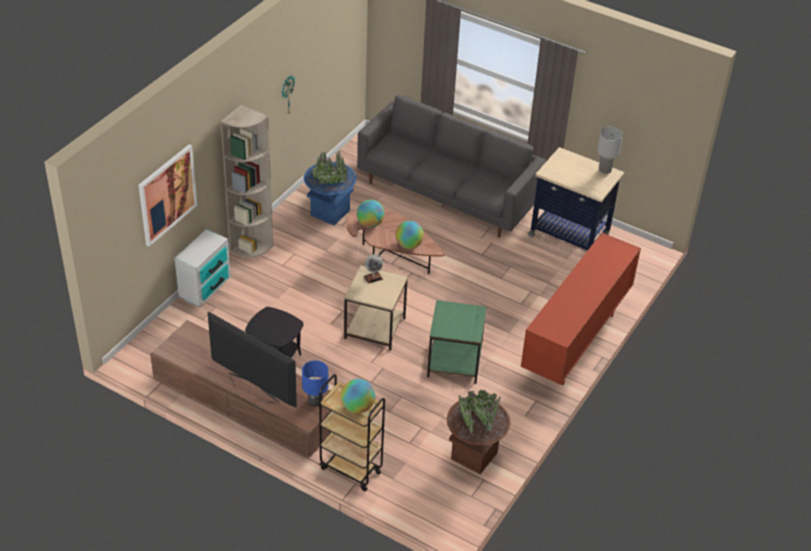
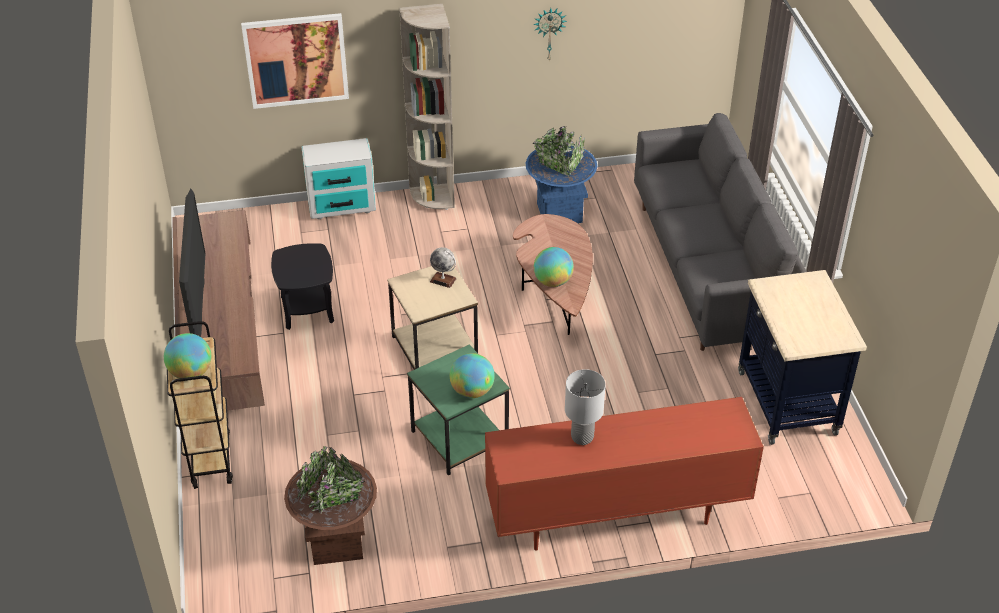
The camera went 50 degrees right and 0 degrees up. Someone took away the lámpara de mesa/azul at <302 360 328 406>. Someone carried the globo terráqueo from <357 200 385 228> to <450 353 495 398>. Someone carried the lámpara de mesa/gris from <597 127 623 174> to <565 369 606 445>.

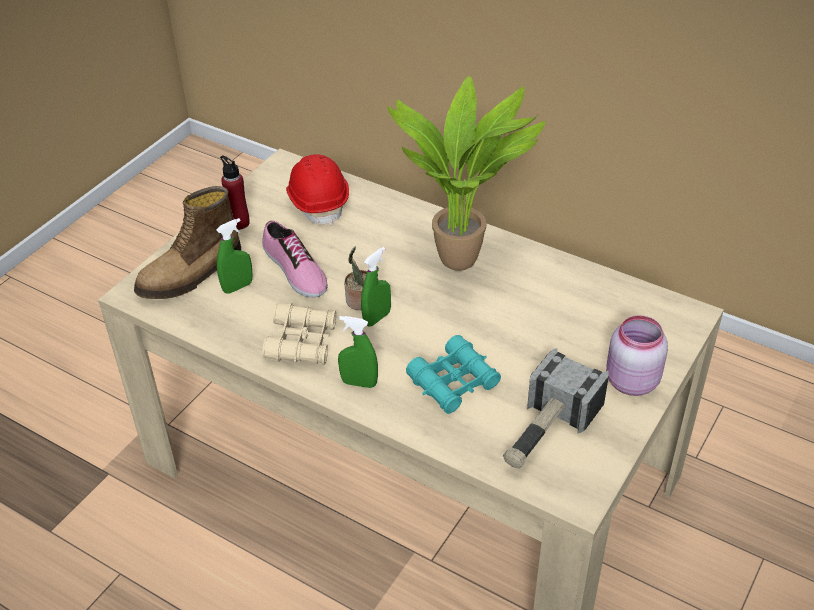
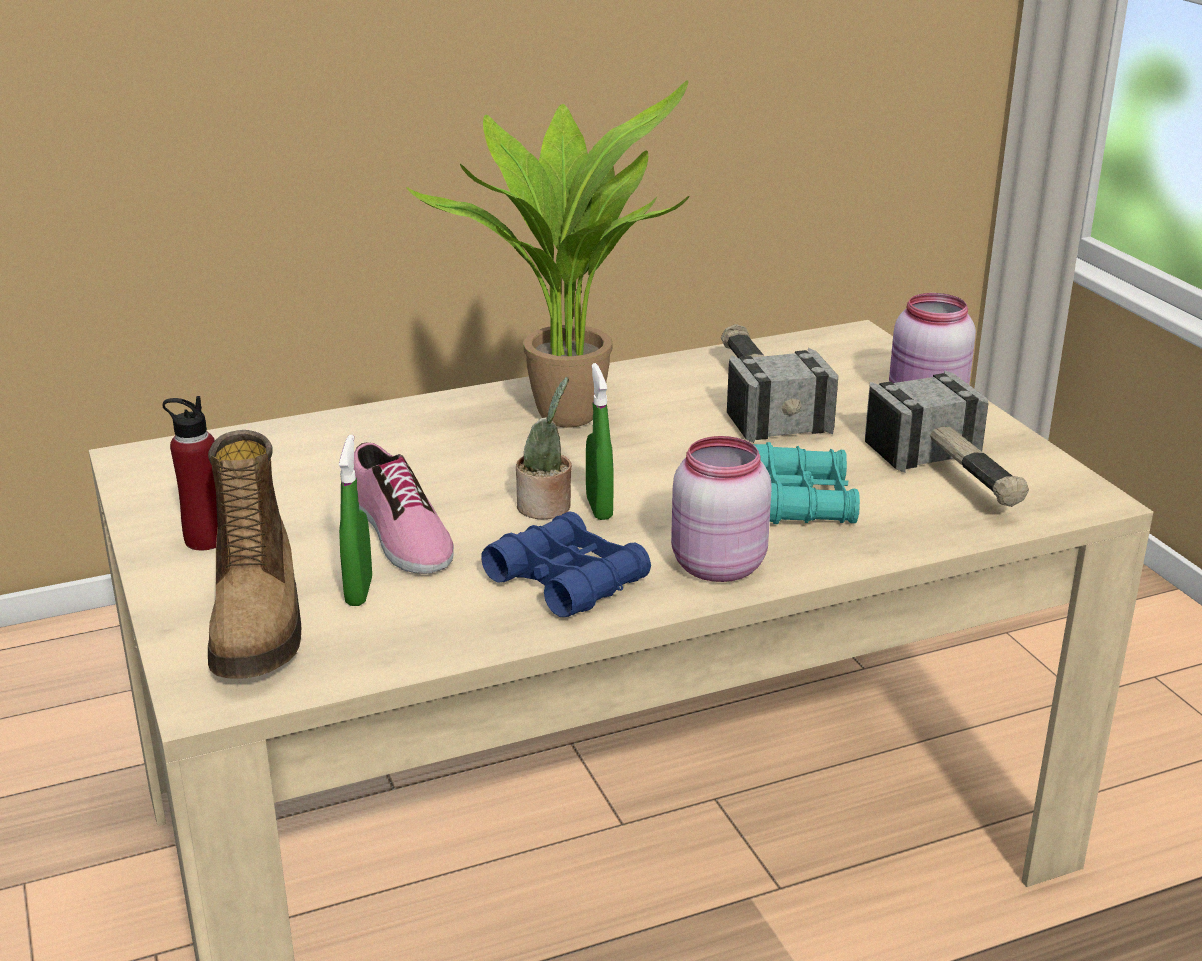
The camera went 55 degrees left and 15 degrees down. Someone took away the casco/rojo at <286 154 349 226>. Someone put down the martillo at <721 324 838 443>. Someone swapped the pulverizador/verde at <338 316 378 388> for the tarro/rosa at <671 436 771 582>. Someone repainted the prismáticos/beis at <262 303 336 365>, which became the prismáticos/azul at <482 511 651 617>. Someone rotated the zapato at <262 221 328 298> by 60 degrees clockwise.

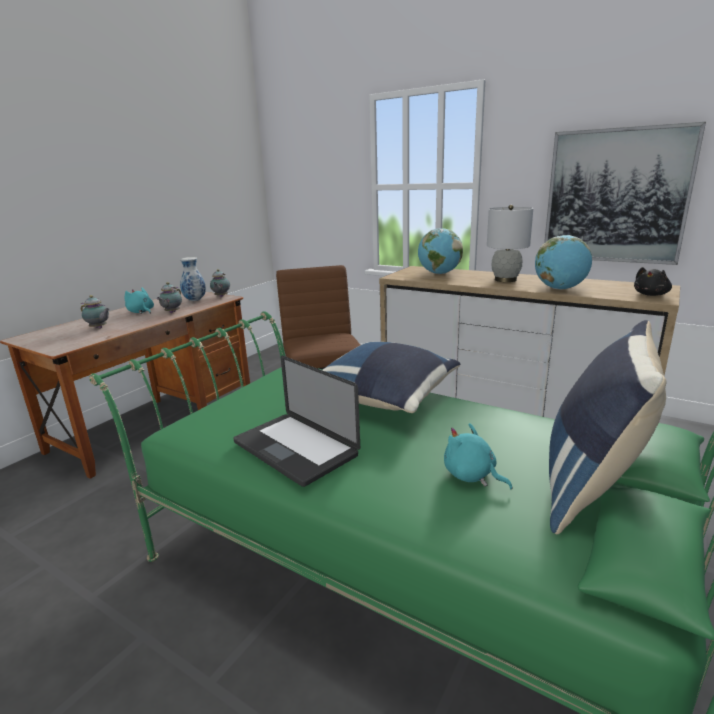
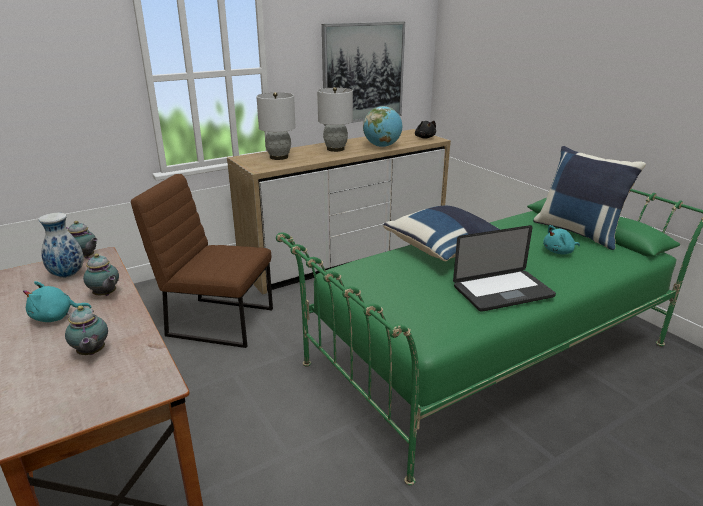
The camera went 65 degrees left and 5 degrees up. Someone swapped the globo terráqueo at <418 228 463 274> for the lámpara de mesa/blanco at <256 92 296 160>. Someone rotated the tetera at <81 295 110 328> by 105 degrees clockwise.

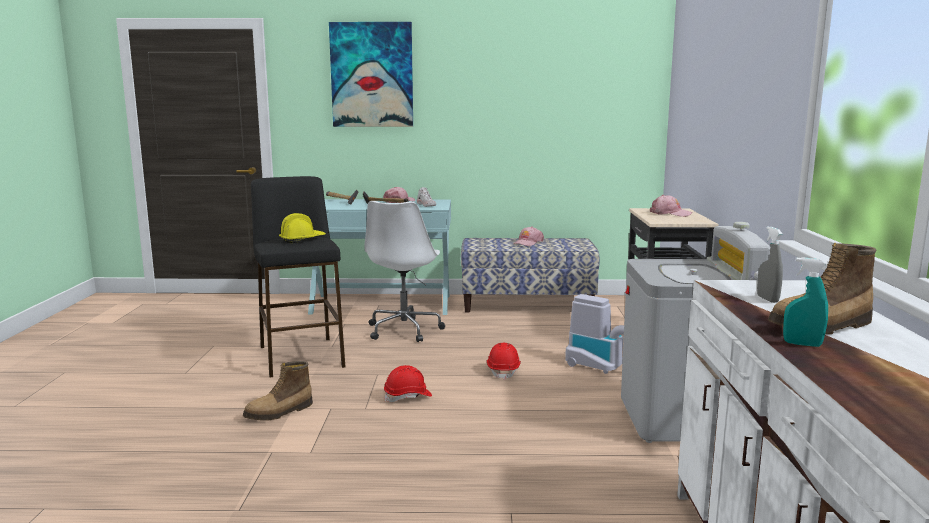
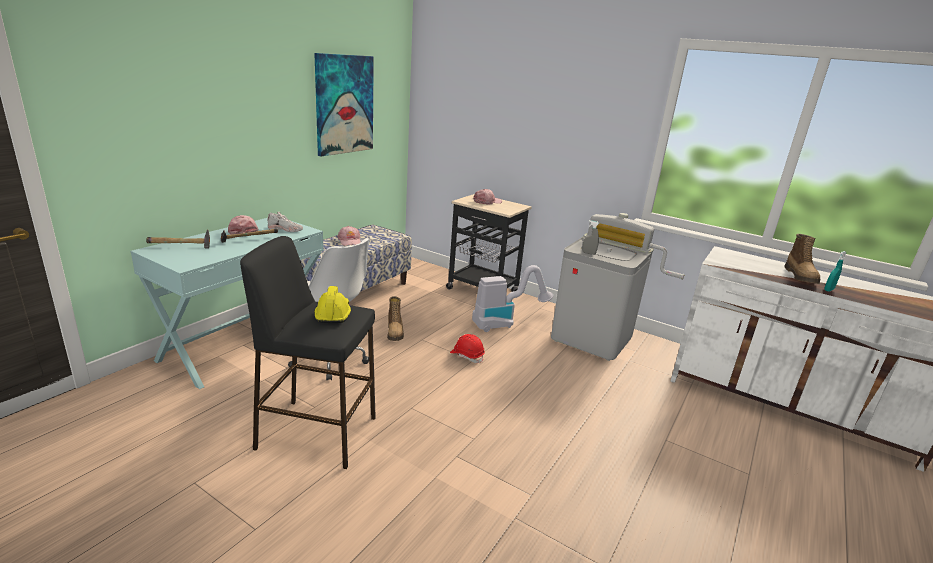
The camera went 60 degrees left and 10 degrees up. Someone took away the casco/rojo at <384 365 432 402>. Someone carried the bota from <243 361 313 421> to <387 296 404 341>. Someone carried the cuadro from <329 22 413 127> to <314 53 374 157>. Someone carried the pulverizador/gris from <757 226 783 303> to <582 220 599 255>.

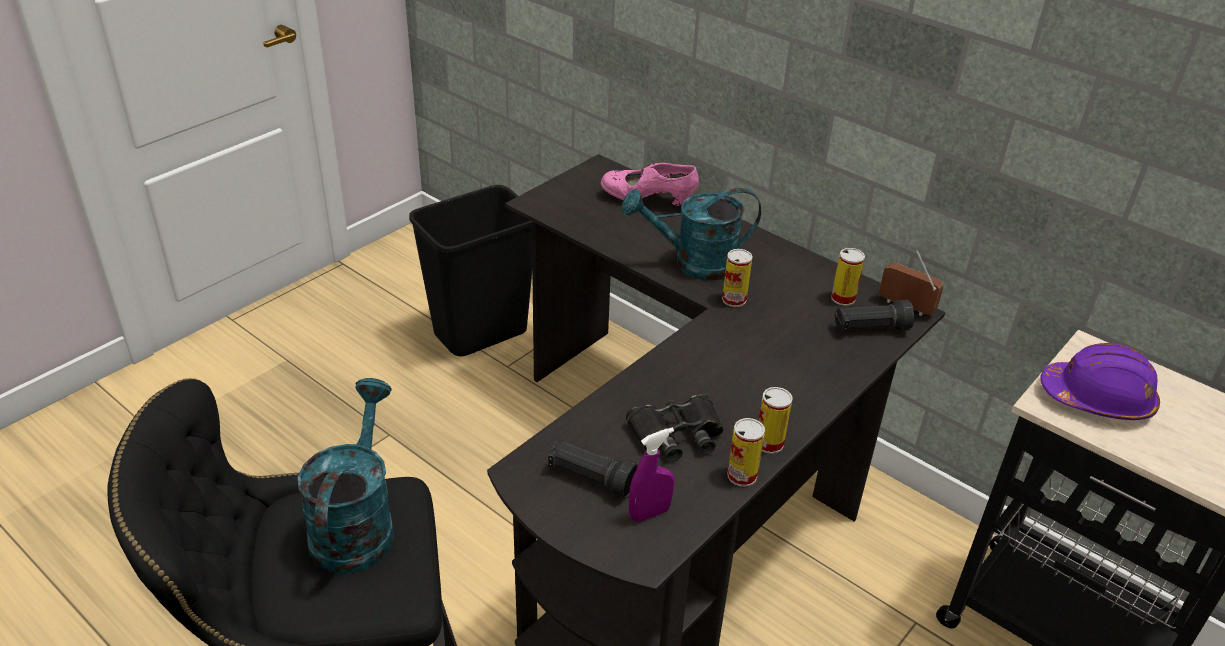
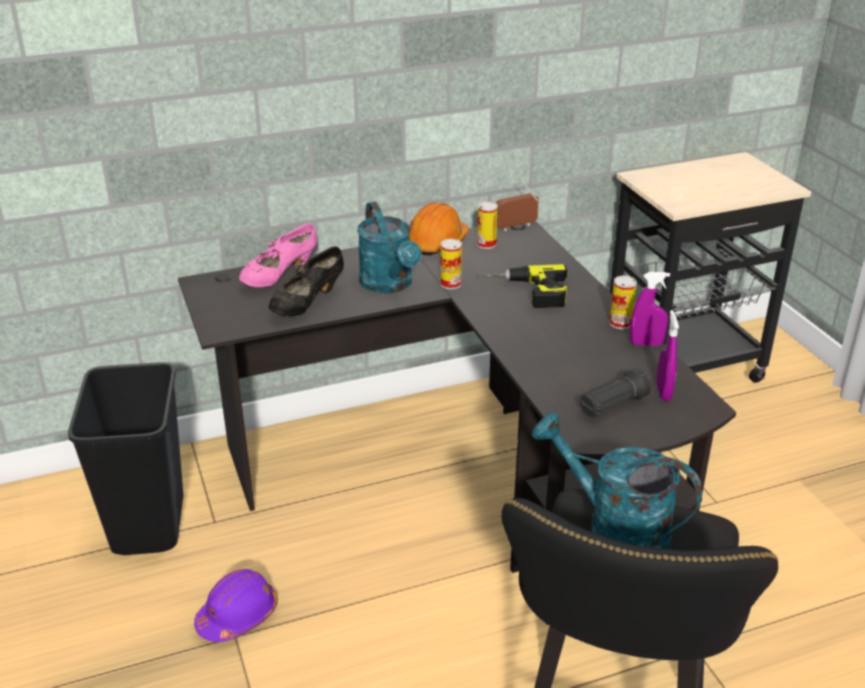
The camera went 60 degrees left and 5 degrees down. Someone took away the prismáticos/negro at <625 394 724 462>. Someone took away the linterna/negro at <835 300 914 332>. Someone put down the zapato/negro at <269 247 344 317>. Someone put down the casco/naranja at <409 203 469 256>. Someone put down the taladro at <477 264 568 308>. Someone carried the casco/morado from <1040 343 1160 420> to <194 569 278 642>. Someone swapped the lata at <727 418 765 487> for the pulverizador/morado at <630 272 670 346>. Someone rotated the regadera/turquesa at <622 188 761 281> by 45 degrees counterclockwise.

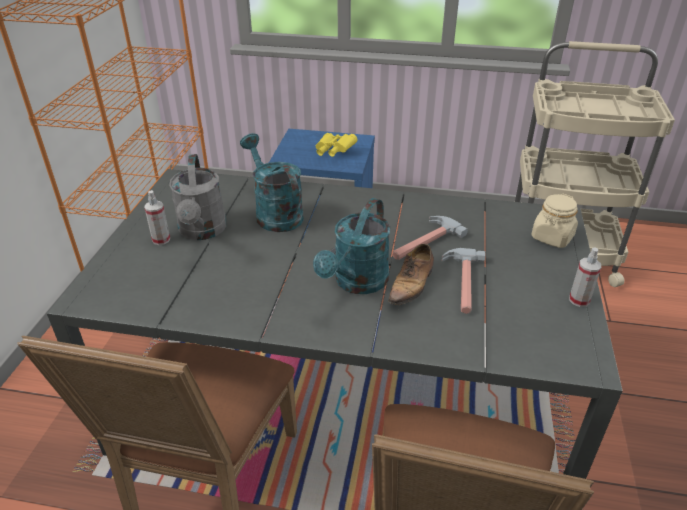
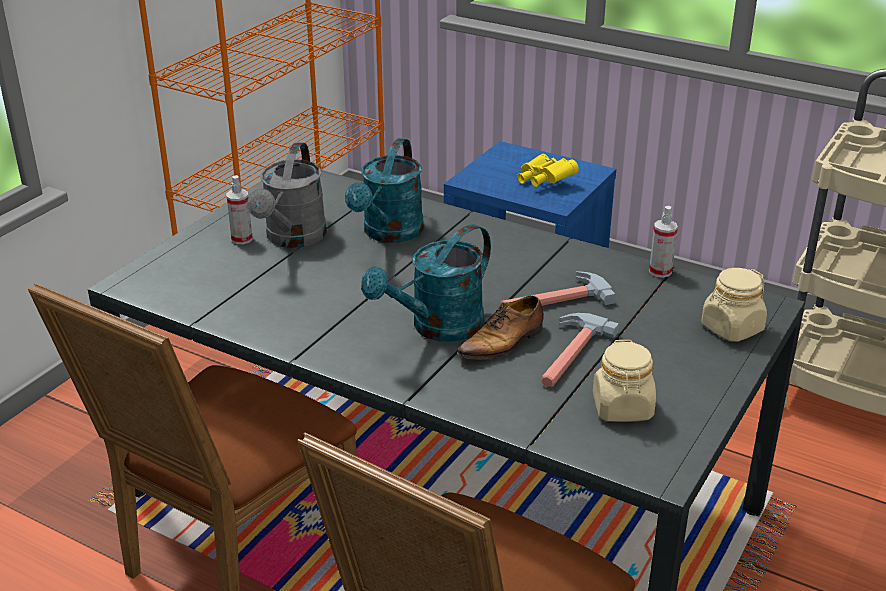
The camera went 20 degrees right and 5 degrees down. Someone put down the tarro/beis at <593 340 656 422>. Someone carried the pulverizador from <569 247 601 307> to <649 206 678 278>. Someone rotated the regadera/turquesa at <240 133 304 232> by 150 degrees counterclockwise.

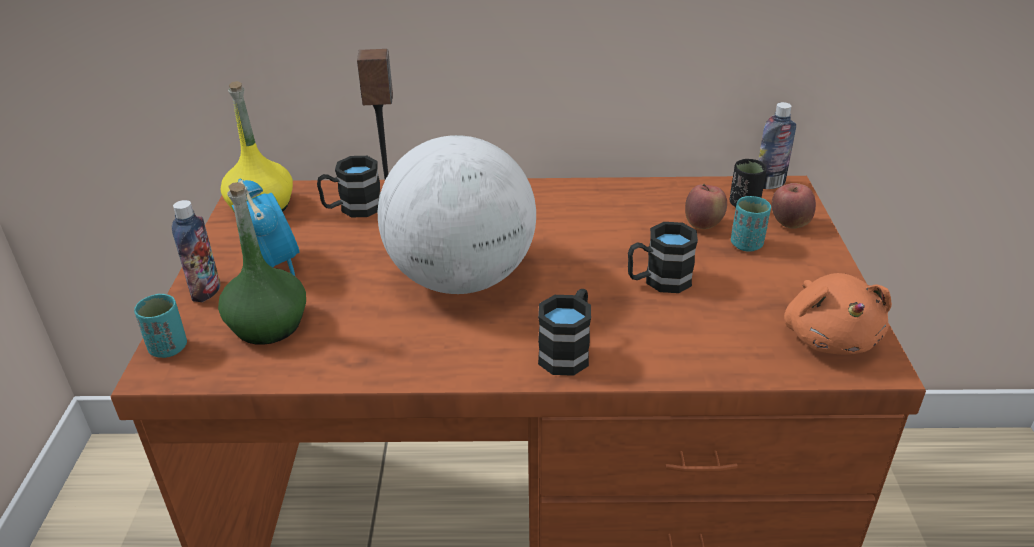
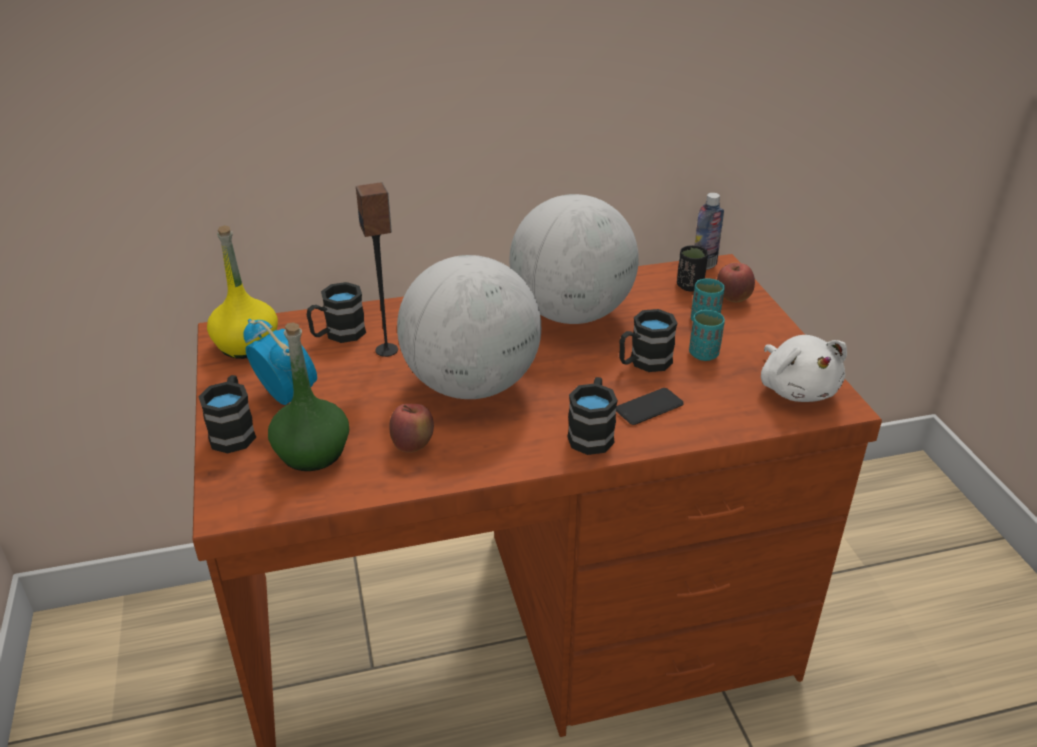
The camera went 15 degrees left and 0 degrees up. Someone put down the globo terráqueo at <509 194 639 324>. Someone put down the móvil at <616 388 684 425>. Someone carried the taza/turquesa from <134 293 187 358> to <689 310 725 361>. Someone carried the manzana from <685 184 727 229> to <389 404 434 453>. Someone swapped the botella at <172 200 221 302> for the taza grande/negro at <198 375 256 453>. Someone repainted the peluche/naranja at <784 273 892 355>, which became the peluche/blanco at <761 335 847 402>.

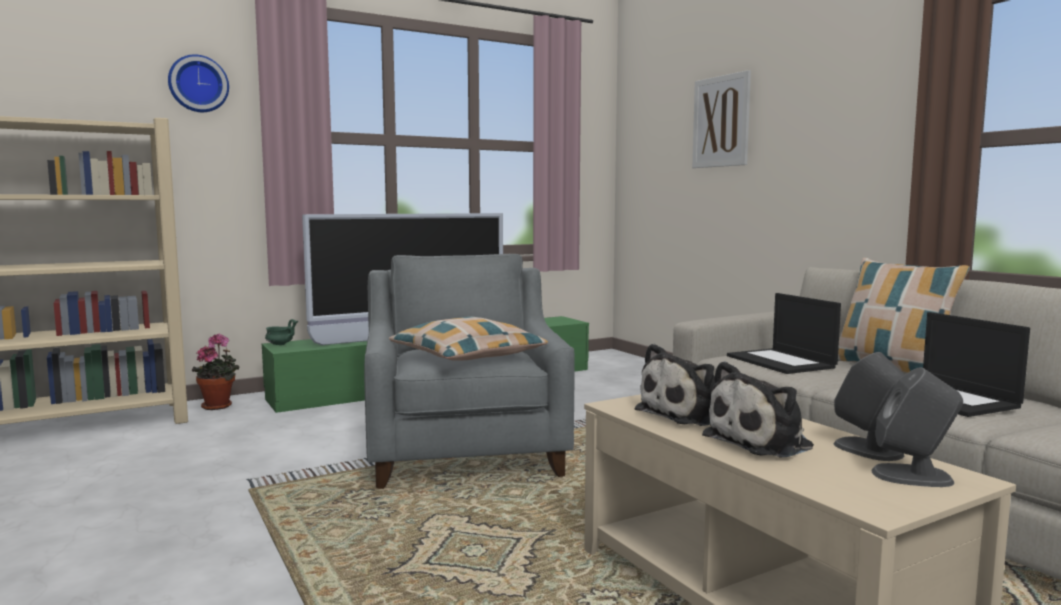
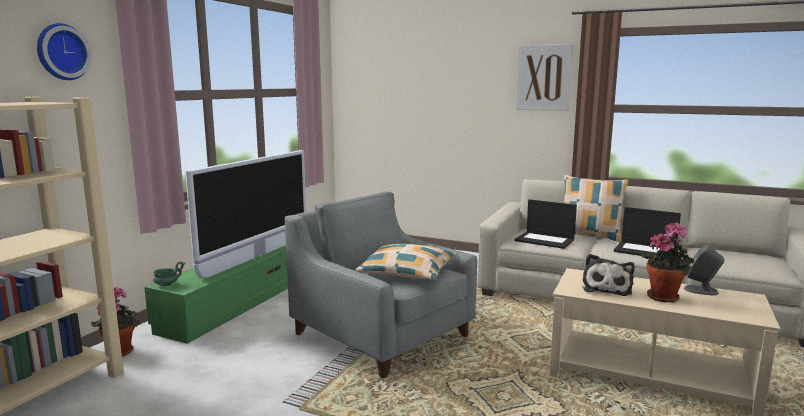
The camera went 35 degrees left and 5 degrees up. Someone took away the altavoz/gris at <872 367 963 487>. Someone carried the cuadro from <692 70 751 168> to <516 44 573 111>. Someone swapped the peluche at <702 361 814 458> for the planta en maceta at <641 222 694 302>.

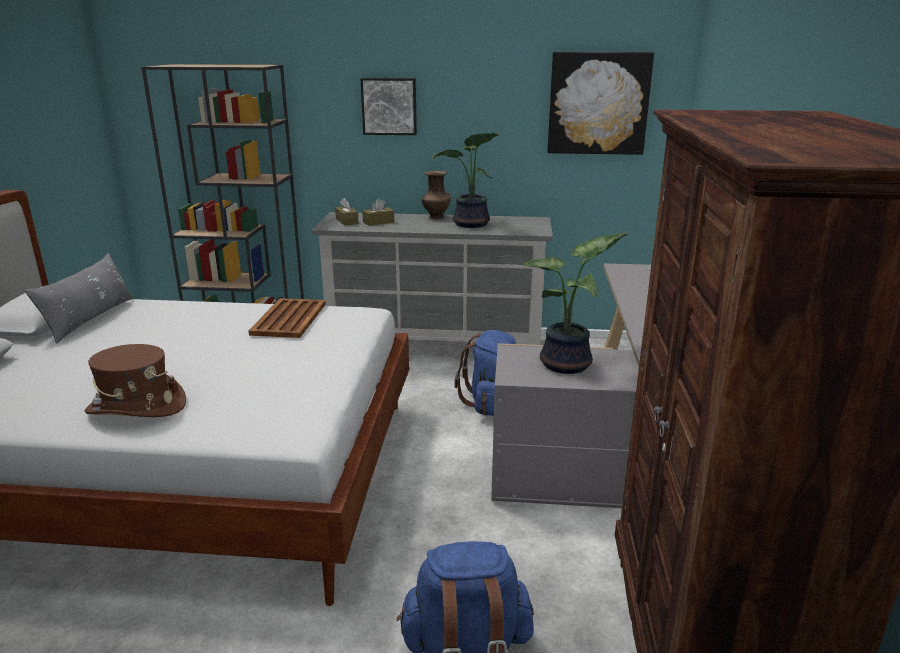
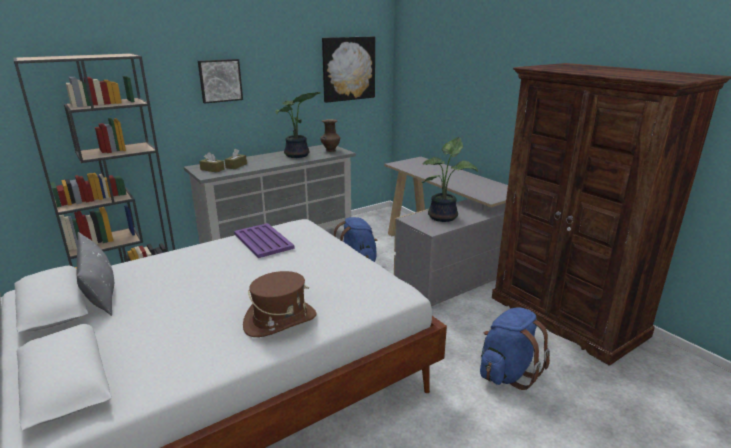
The camera went 40 degrees left and 0 degrees up. Someone carried the florero/marrón from <421 171 450 219> to <320 119 340 152>. Someone repainted the bandeja/marrón at <249 298 326 338>, which became the bandeja/morado at <234 223 295 258>.

